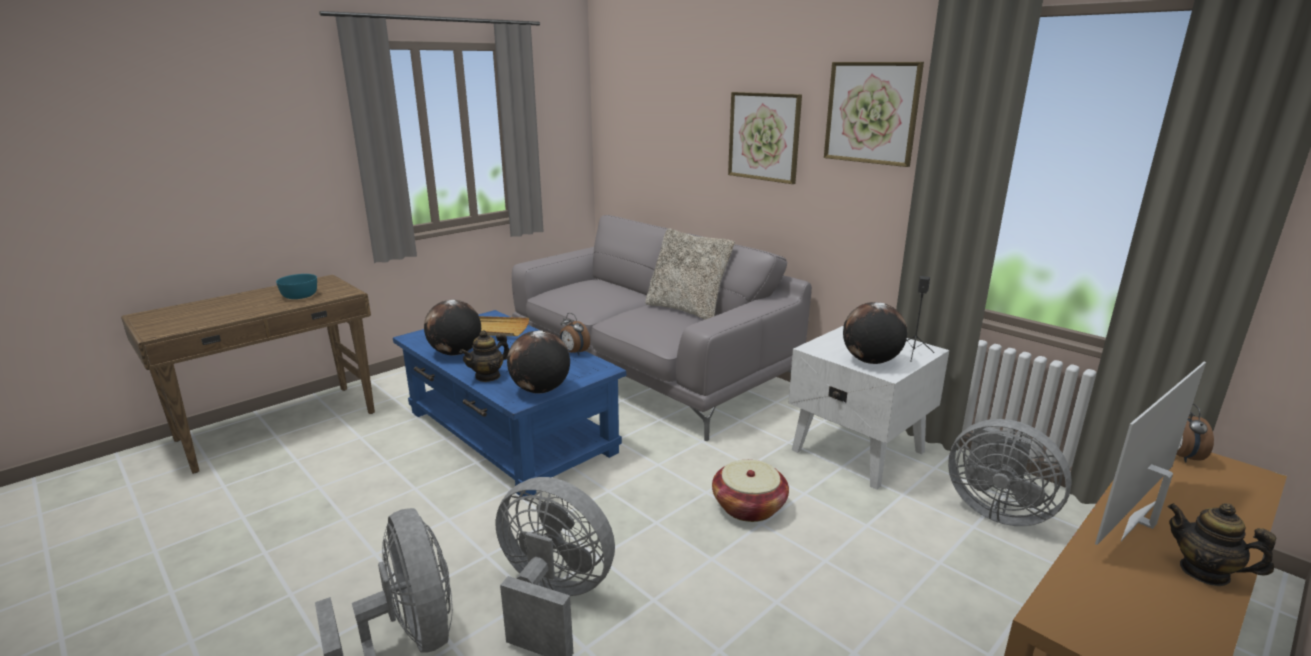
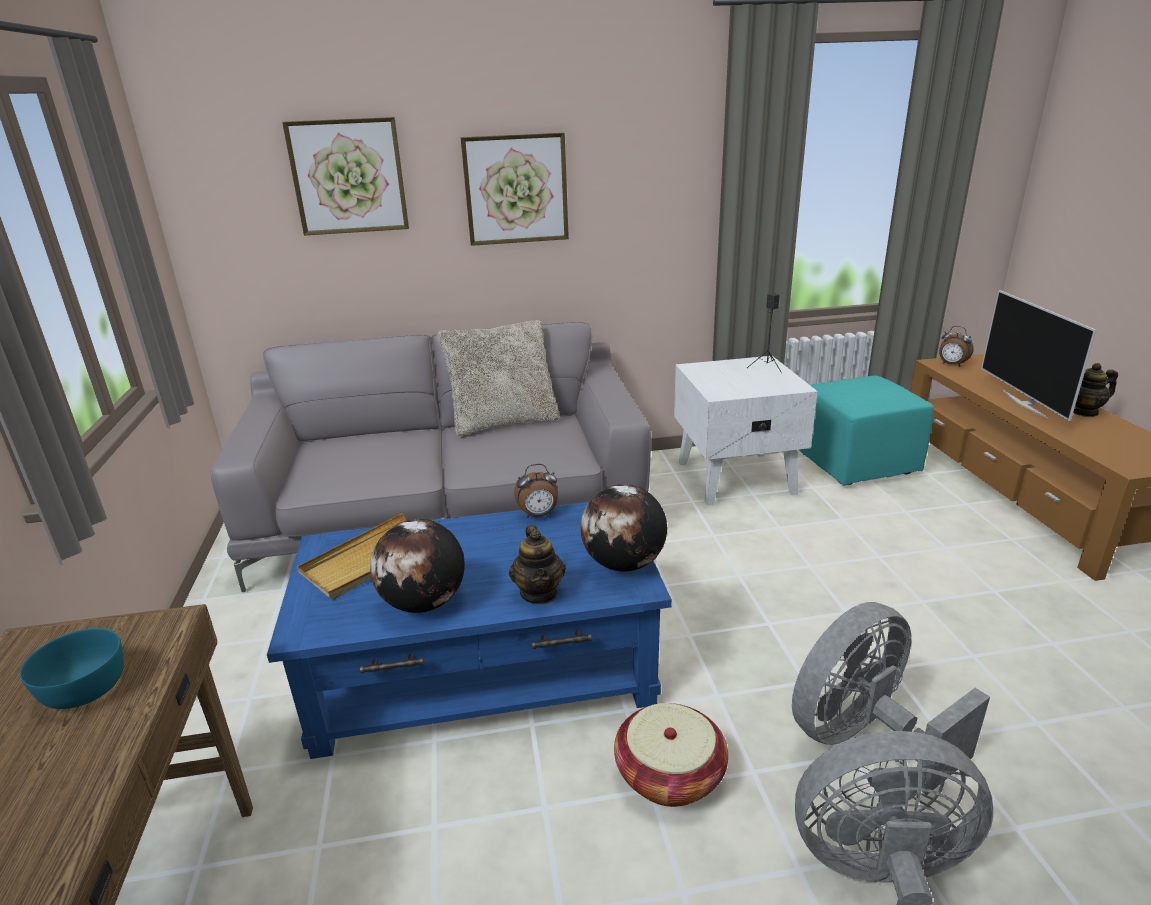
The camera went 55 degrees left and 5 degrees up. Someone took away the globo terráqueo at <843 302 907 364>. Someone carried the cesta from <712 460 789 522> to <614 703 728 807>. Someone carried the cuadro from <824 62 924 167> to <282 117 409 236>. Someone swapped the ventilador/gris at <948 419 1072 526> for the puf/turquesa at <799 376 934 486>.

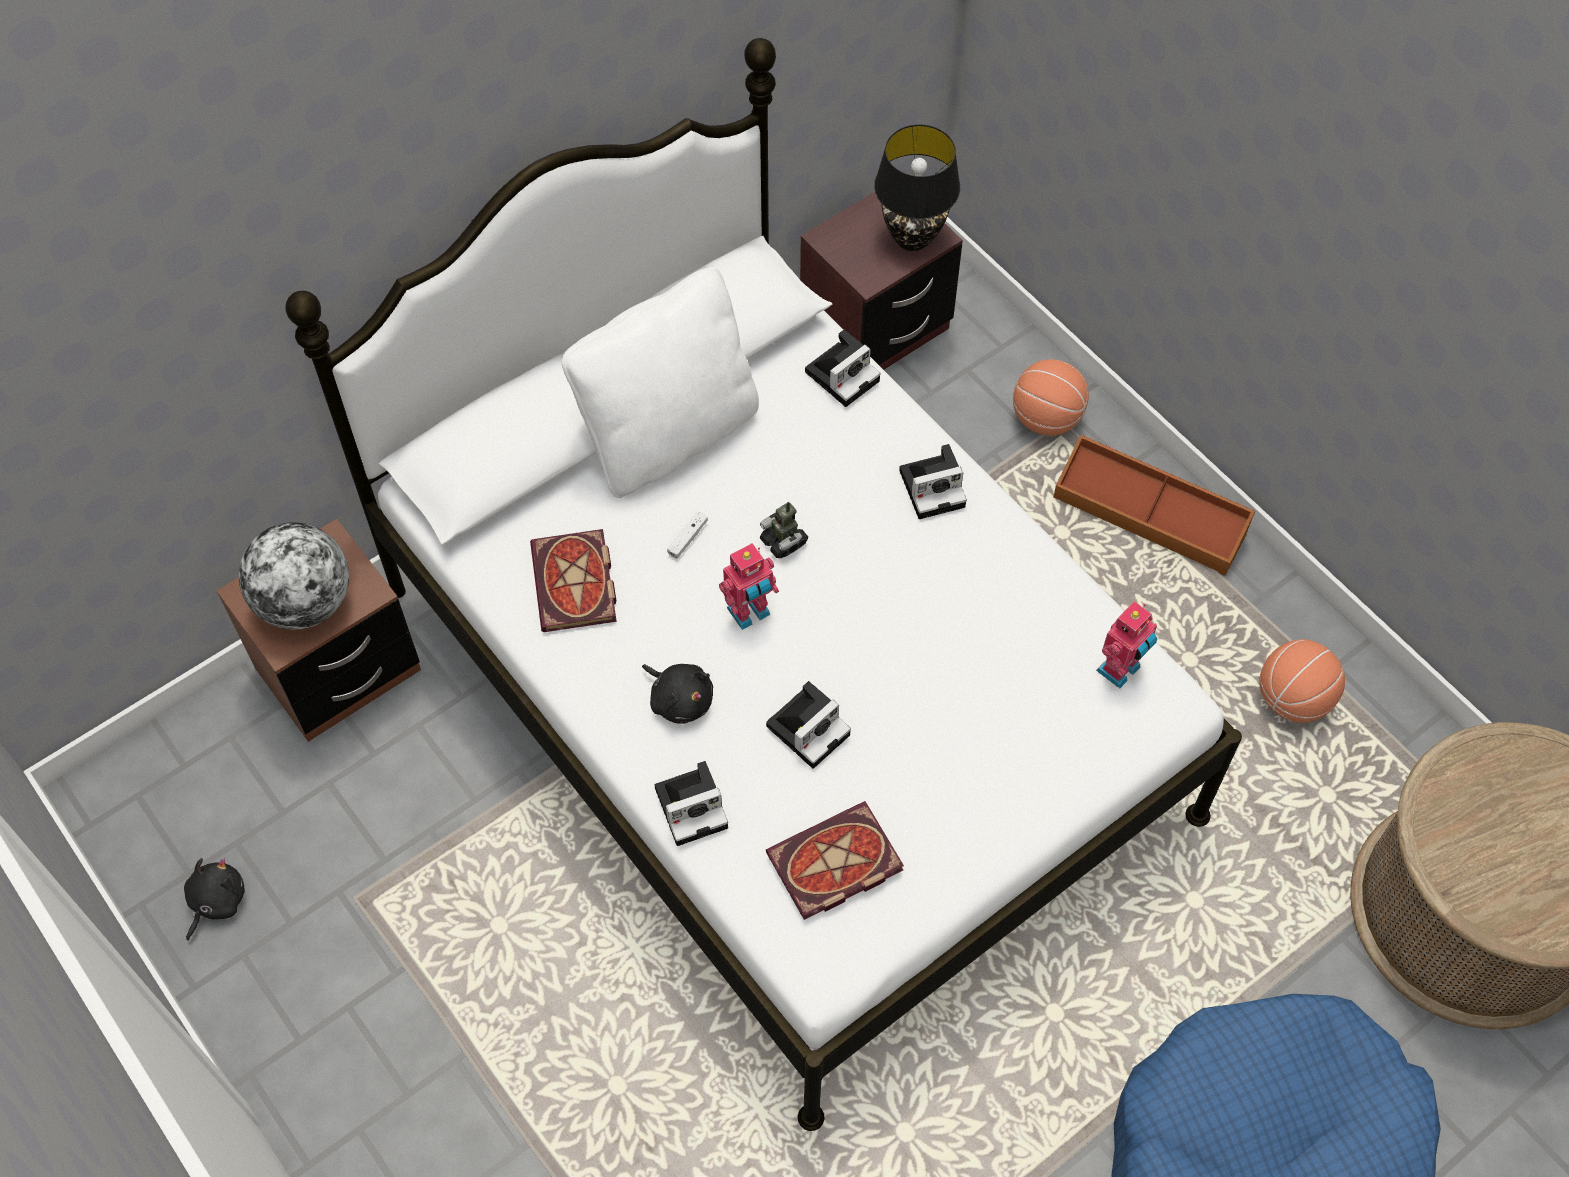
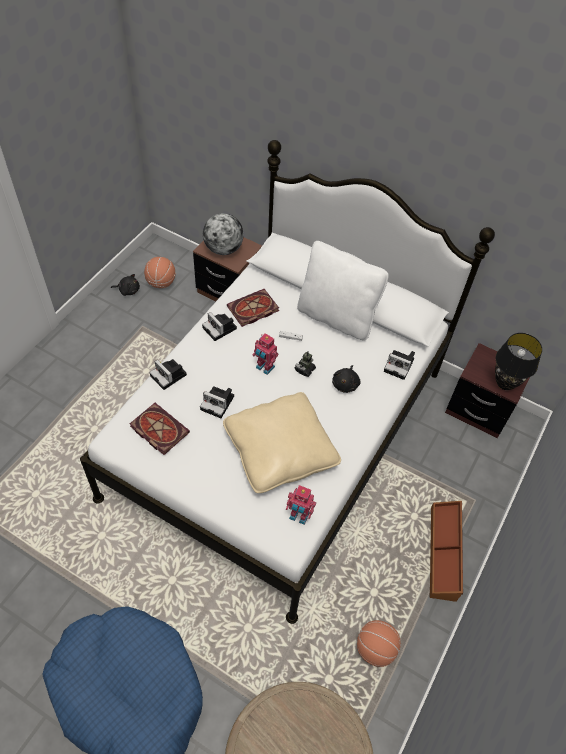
The camera went 65 degrees right and 5 degrees down. Someone put down the cojín/beis at <223 392 341 493>. Someone carried the peluche/negro from <642 664 713 724> to <332 365 361 393>. Someone carried the cámara from <899 444 967 519> to <202 312 237 341>. Someone carried the balón de baloncesto from <1013 359 1089 436> to <144 257 175 288>.

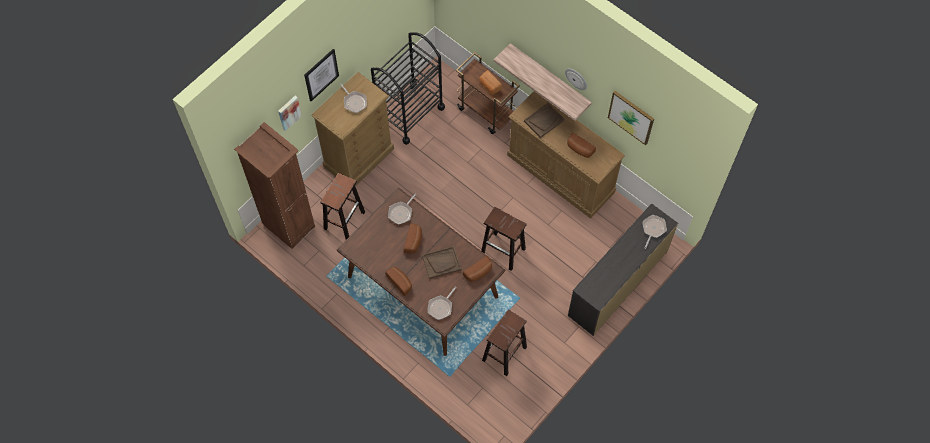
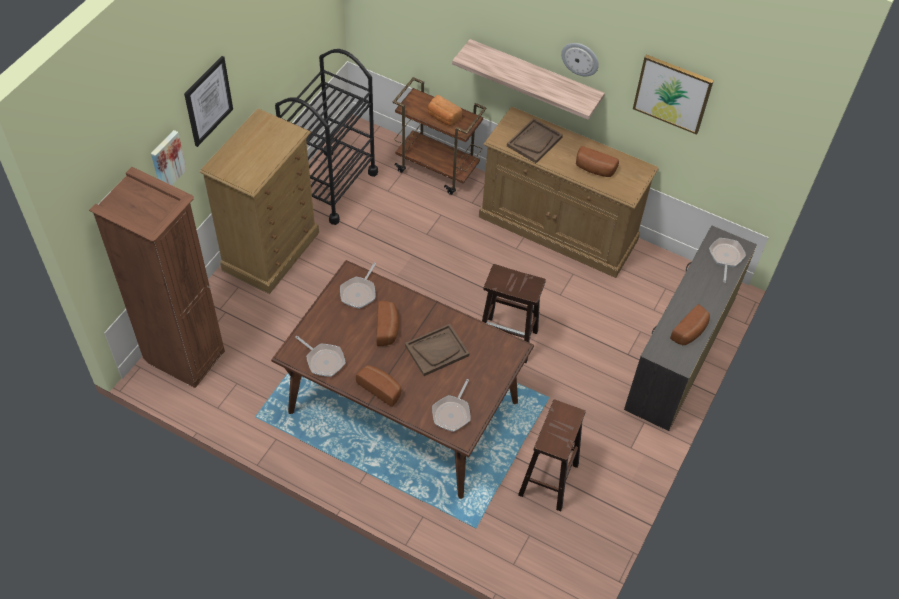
The camera went 15 degrees left and 10 degrees down. Someone took away the taburete/marrón at <320 173 365 240>. Someone carried the sartén from <340 84 367 113> to <295 336 346 377>. Someone carried the pan from <463 256 492 282> to <670 304 710 345>.

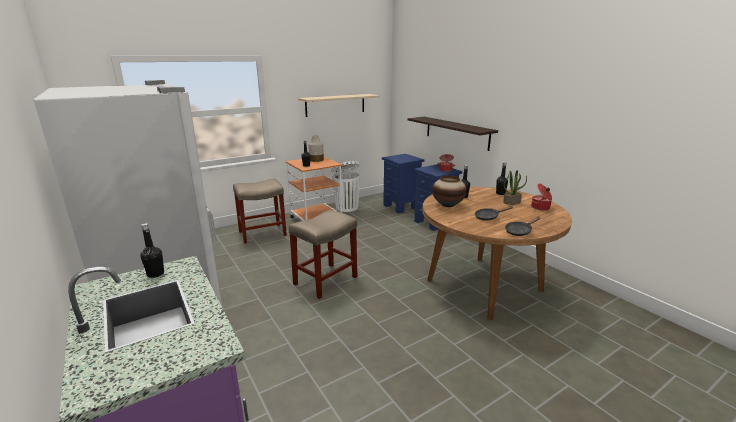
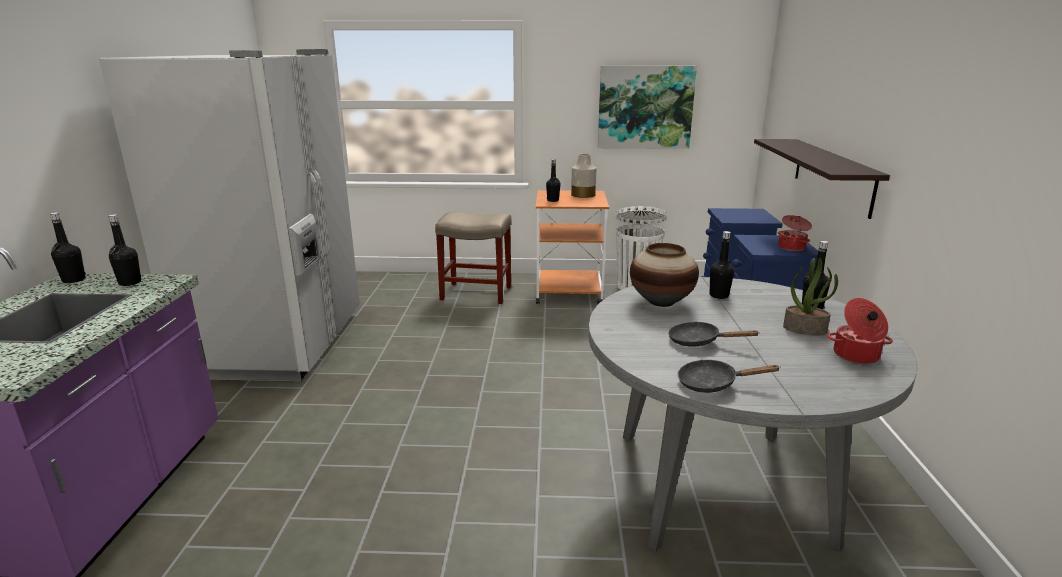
The camera went 35 degrees right and 0 degrees up. Someone took away the taburete/beis at <289 210 357 299>. Someone put down the botella/negro at <50 212 86 283>. Someone swapped the estante/beis at <298 94 380 117> for the cuadro at <598 66 697 149>. Someone repainted the mesa de comedor/marrón at <423 187 572 320>, which became the mesa de comedor/gris at <588 277 917 552>.

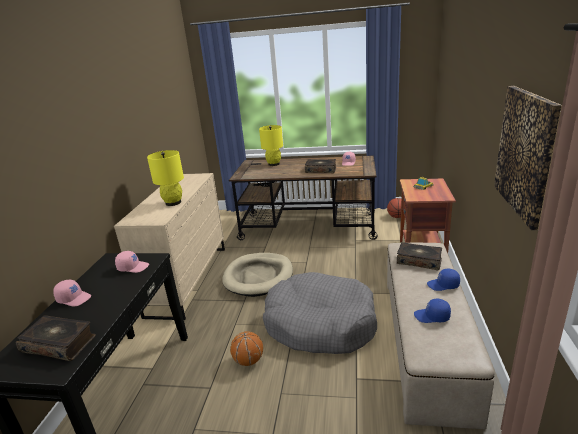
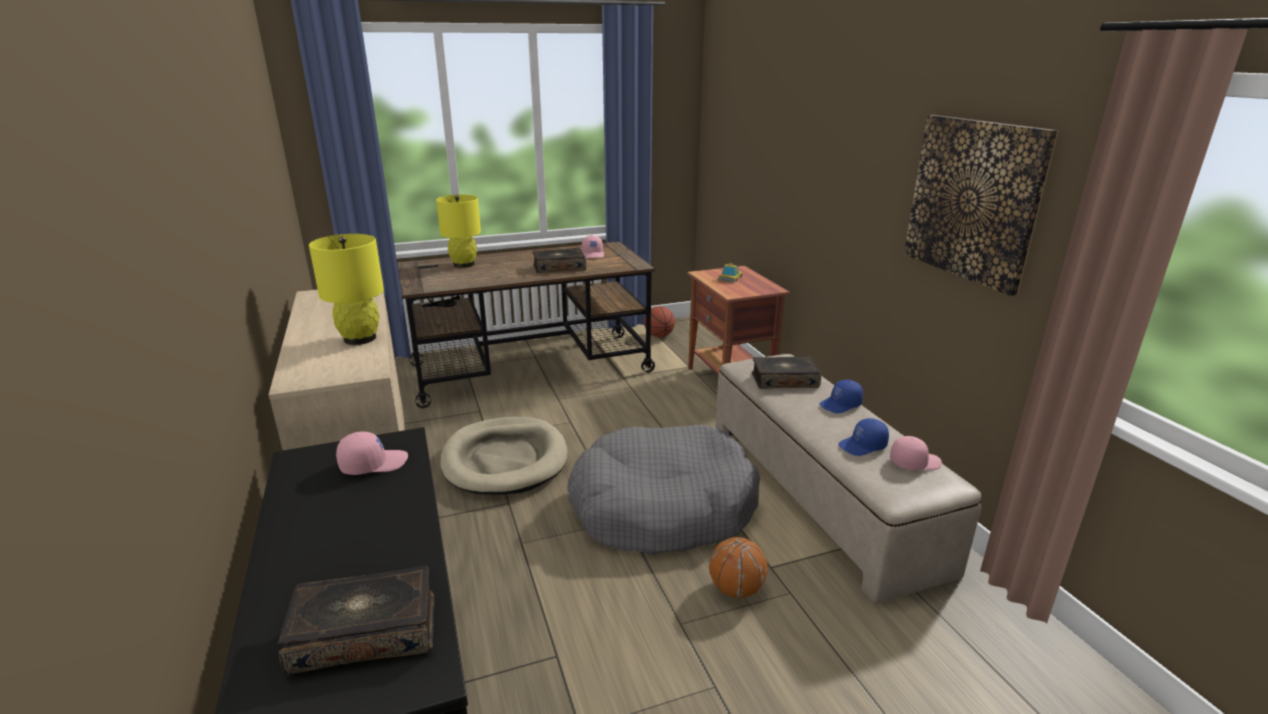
The camera went 30 degrees left and 0 degrees up. Someone carried the gorra/rosa from <53 280 91 306> to <890 436 942 470>. Someone carried the balón de baloncesto from <230 331 263 366> to <709 537 768 598>.

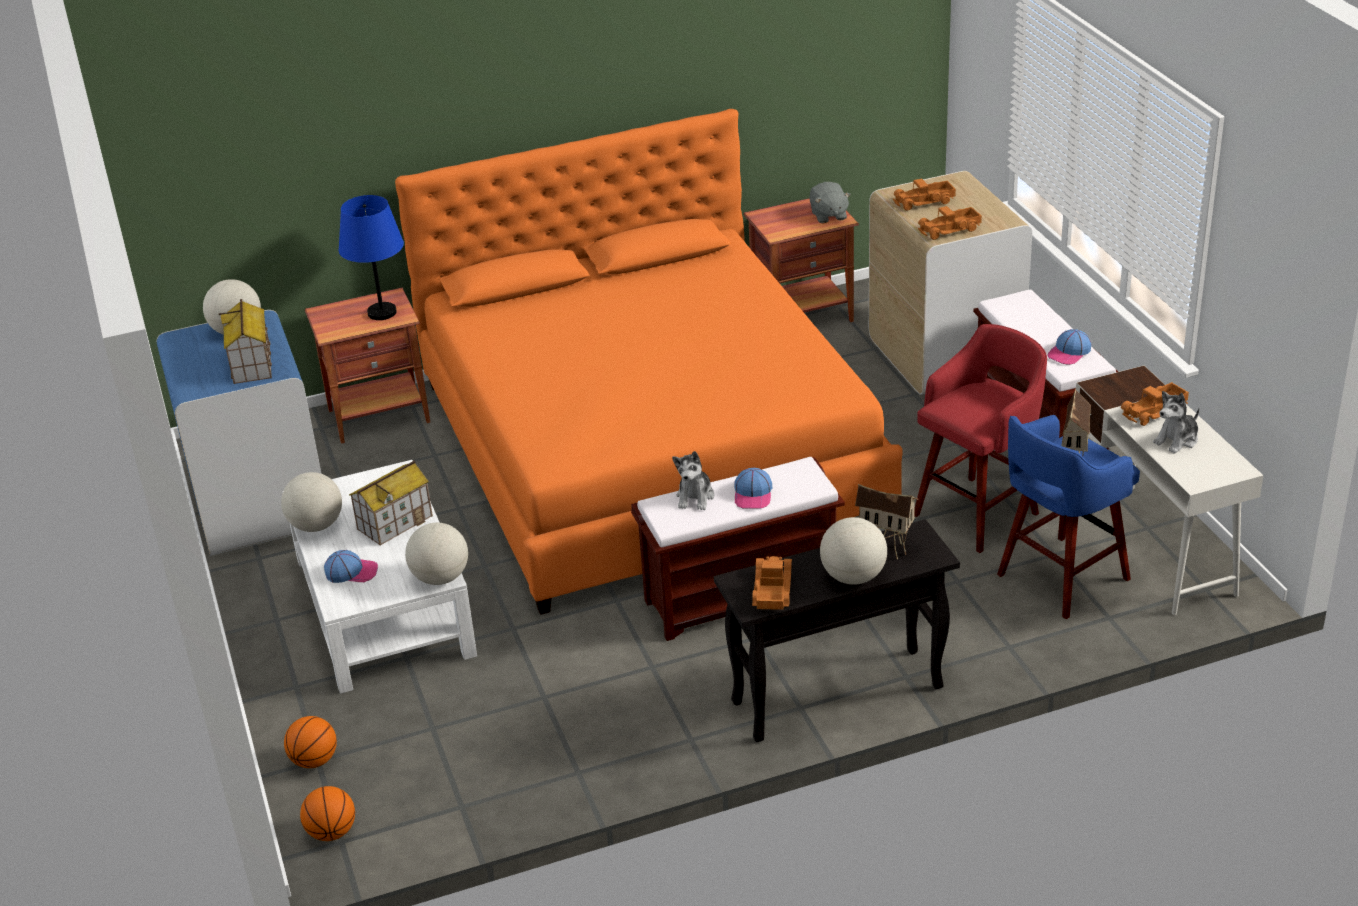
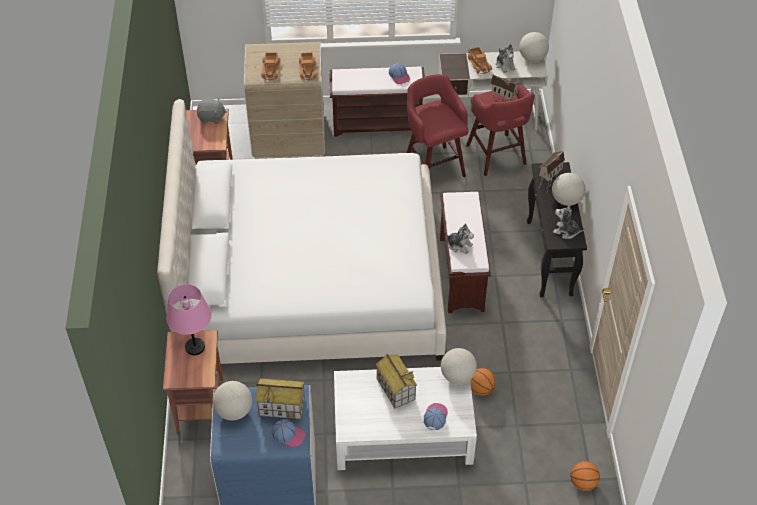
The camera went 75 degrees left and 15 degrees up. Someone carried the globo terráqueo from <281 472 342 532> to <519 32 549 62>. Someone carried the balón de baloncesto from <284 716 337 768> to <470 368 496 396>. Someone carried the gorra from <734 468 772 509> to <272 419 306 447>. Someone swapped the camión de juguete at <752 556 792 610> for the peluche at <553 204 585 239>. Someone repainted the lámpara de mesa/azul at <339 195 404 320>, which became the lámpara de mesa/rosa at <166 284 211 355>. Someone repainted the cama/naranja at <395 109 903 615>, which became the cama/blanco at <157 99 446 364>. Someone repainted the taburete/azul at <997 415 1140 619>, which became the taburete/rojo at <466 83 534 176>.

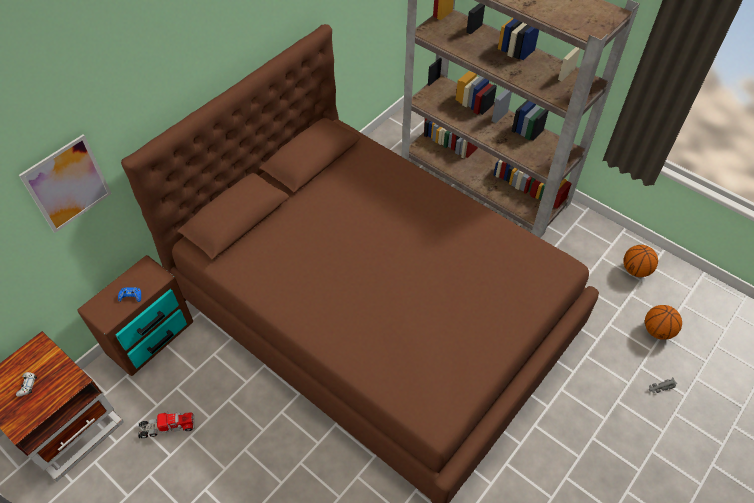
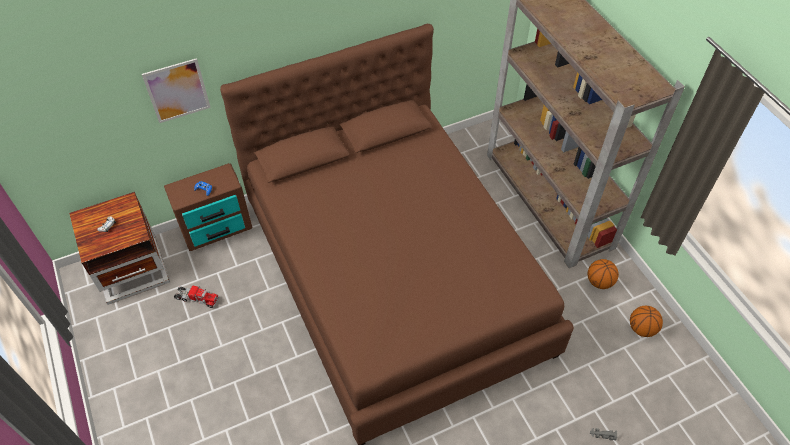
The camera went 25 degrees right and 0 degrees up. Someone carried the balón de baloncesto from <645 305 682 340> to <588 259 619 289>.

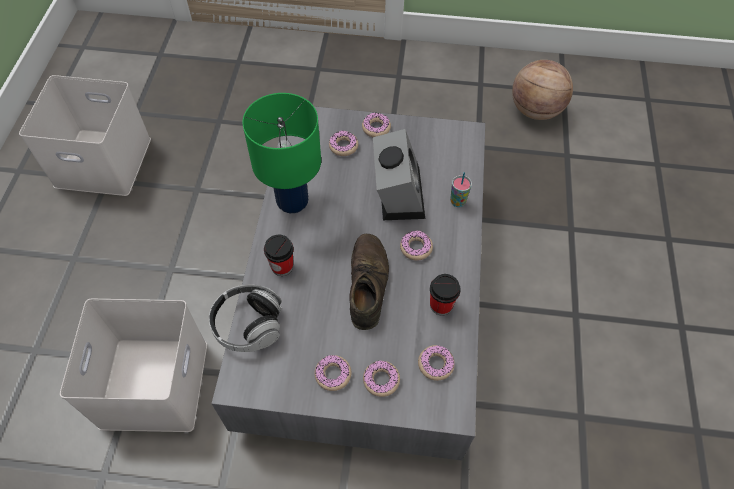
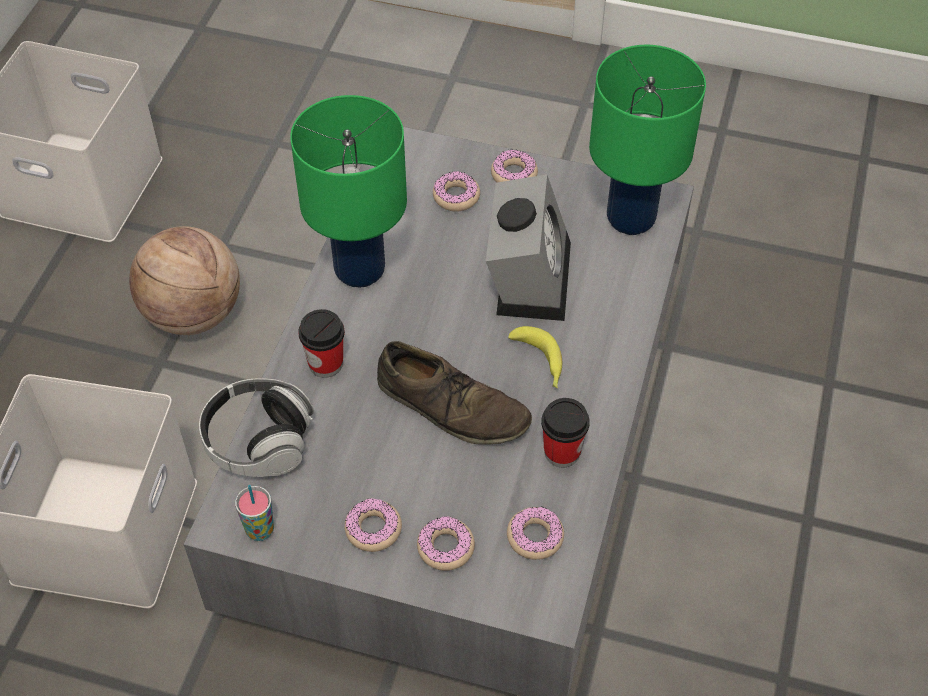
The camera went 10 degrees right and 5 degrees down. Someone put down the lámpara de mesa/verde at <589 45 706 235>. Someone carried the taza from <450 172 472 207> to <235 485 274 541>. Someone carried the balón de baloncesto from <512 60 573 120> to <129 226 240 335>. Someone swapped the rosquilla at <400 230 433 261> for the plátano at <508 326 562 388>. Someone rotated the zapato/marrón at <349 234 389 330> by 105 degrees clockwise.

